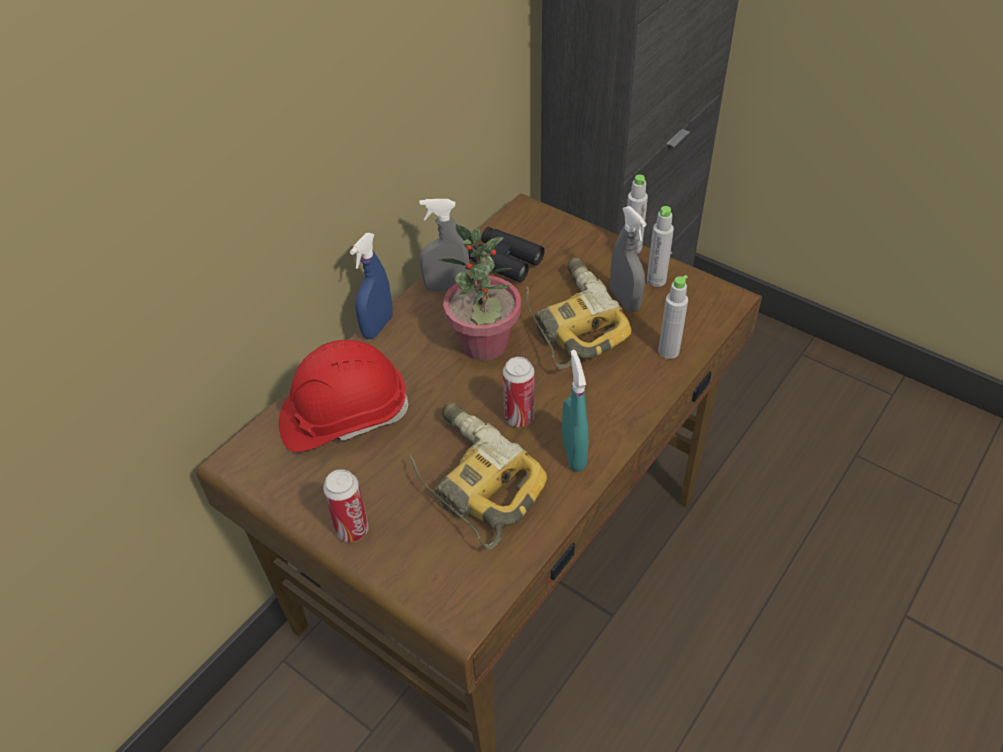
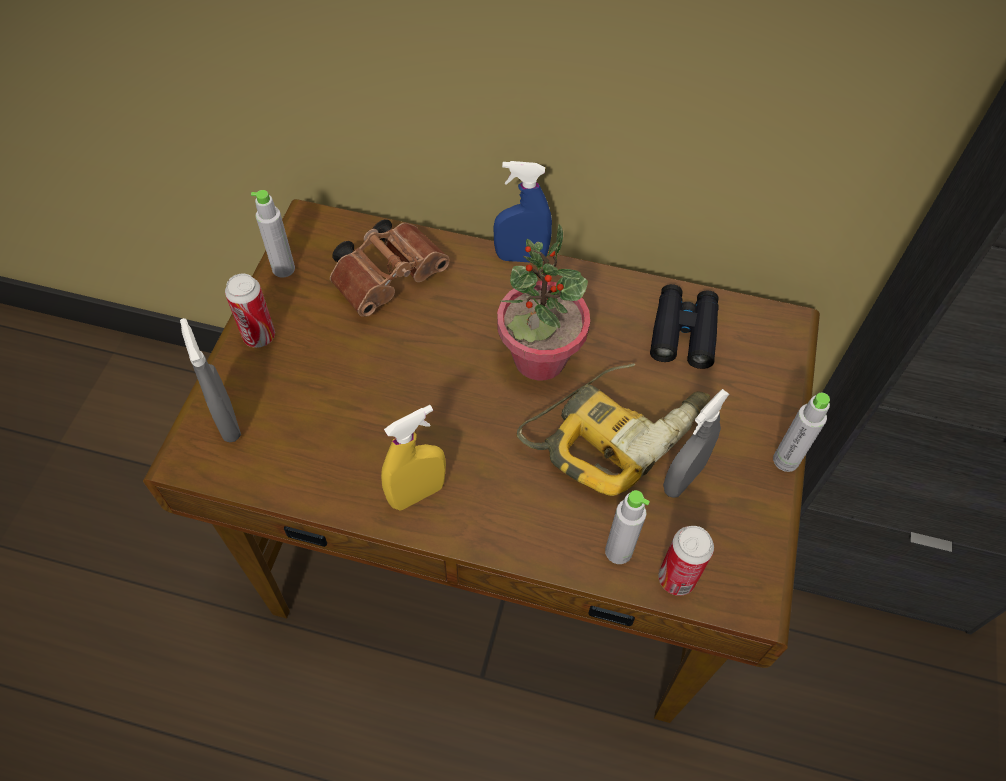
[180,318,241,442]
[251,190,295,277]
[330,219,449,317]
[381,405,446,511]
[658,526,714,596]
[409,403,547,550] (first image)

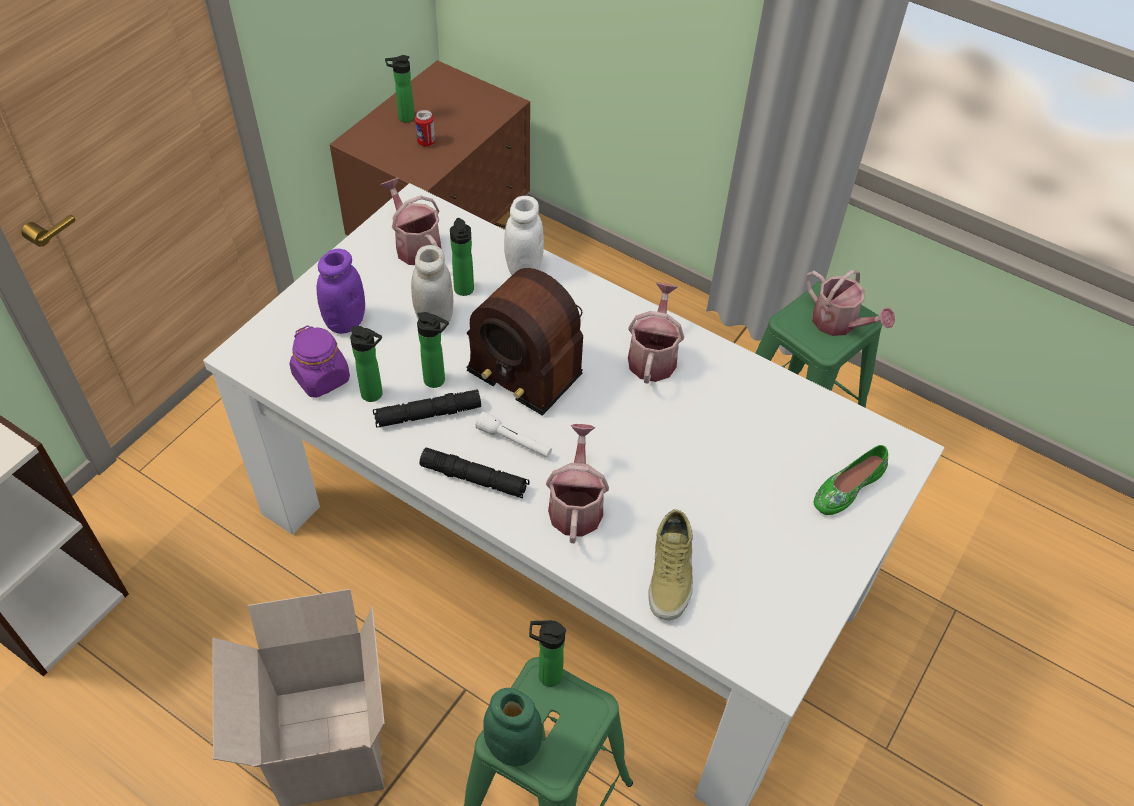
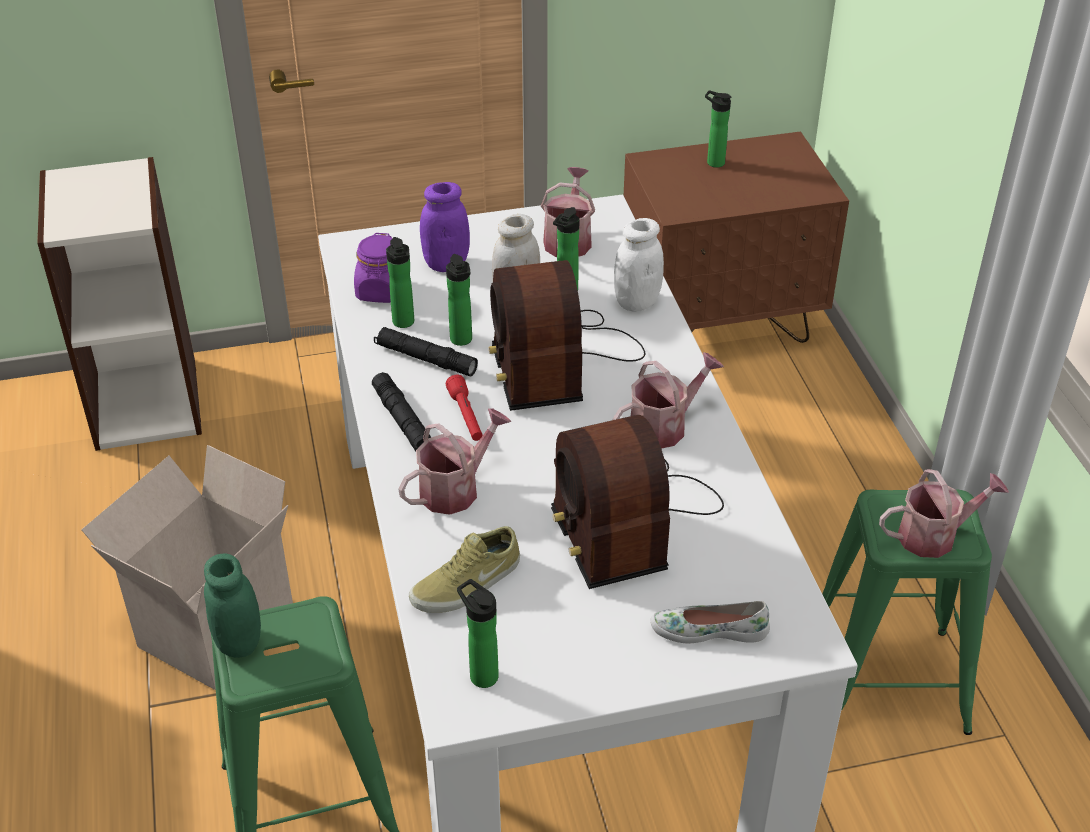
[446,375,483,441]
[457,579,499,688]
[551,415,724,589]
[650,601,770,644]
[879,469,1009,558]
[415,110,435,146] (first image)

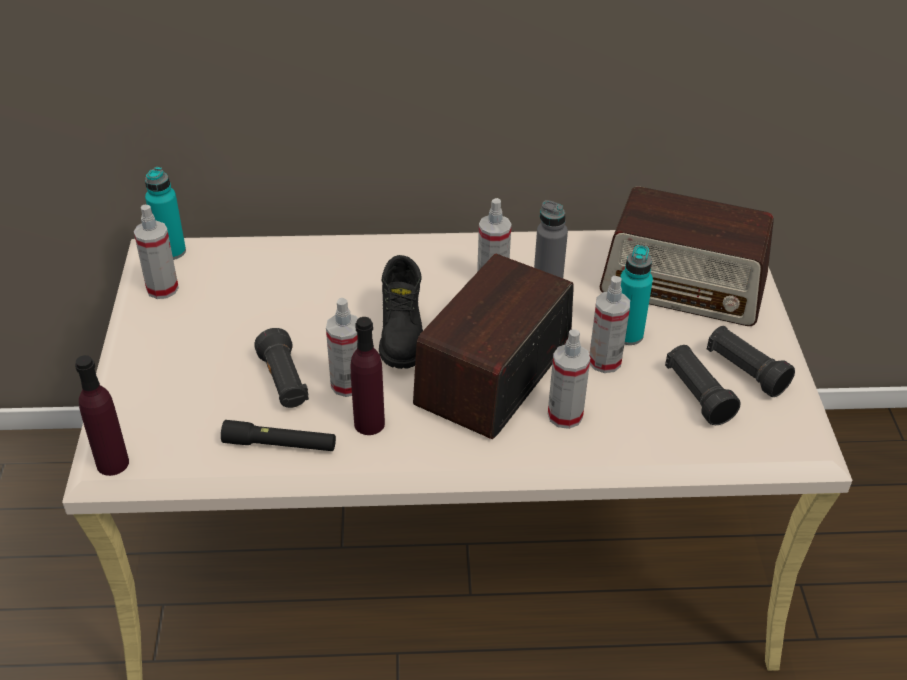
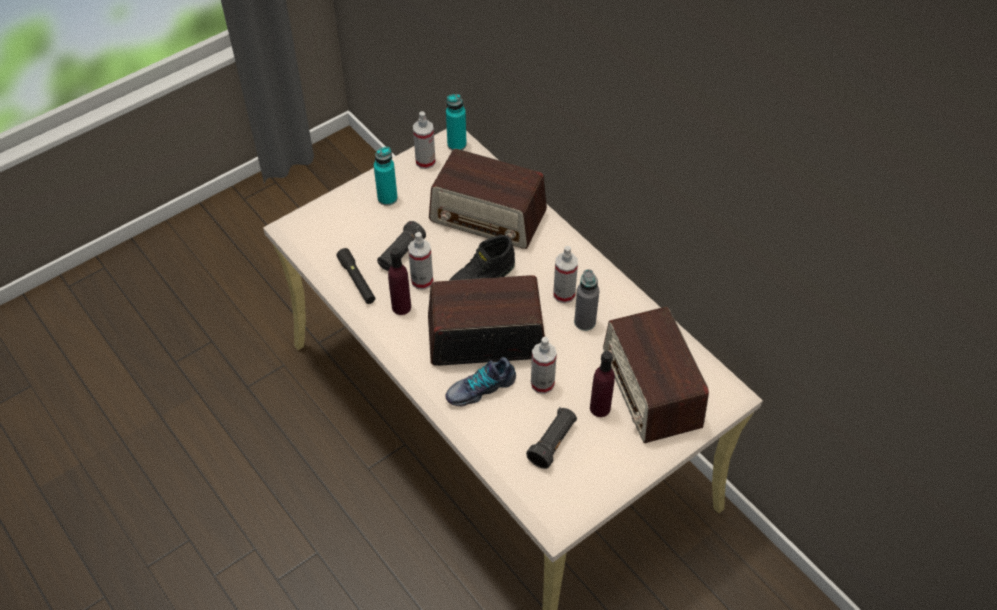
[374,147,398,206]
[429,149,547,249]
[446,357,516,406]
[590,351,615,417]
[707,326,795,397] (first image)

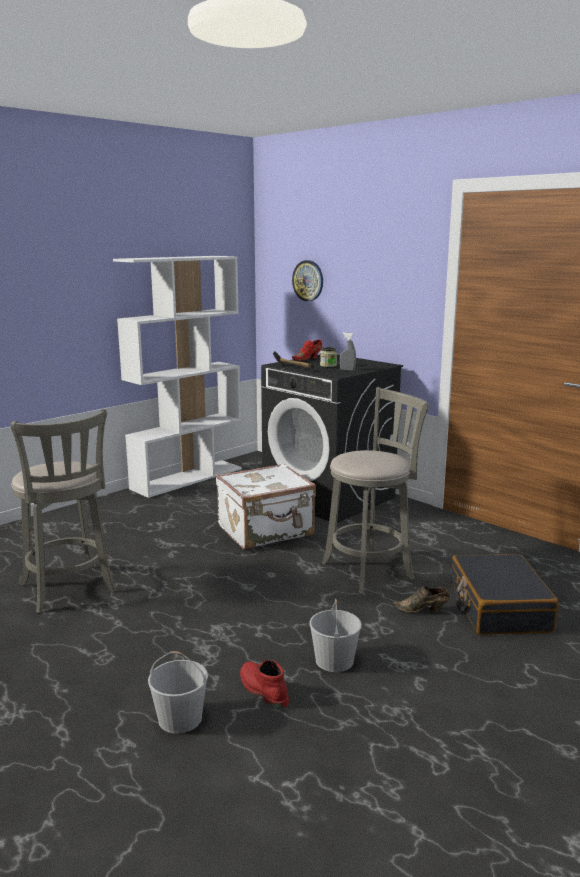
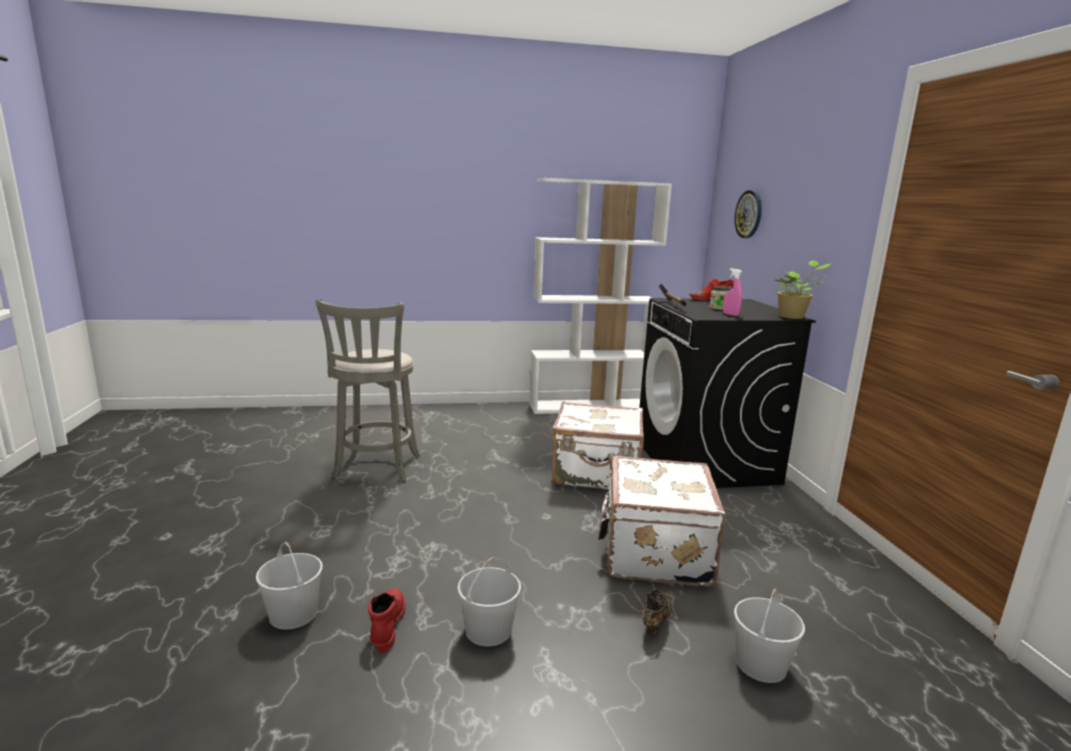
[598,456,726,587]
[642,589,673,635]
[723,268,742,316]
[734,588,805,683]
[775,260,831,319]

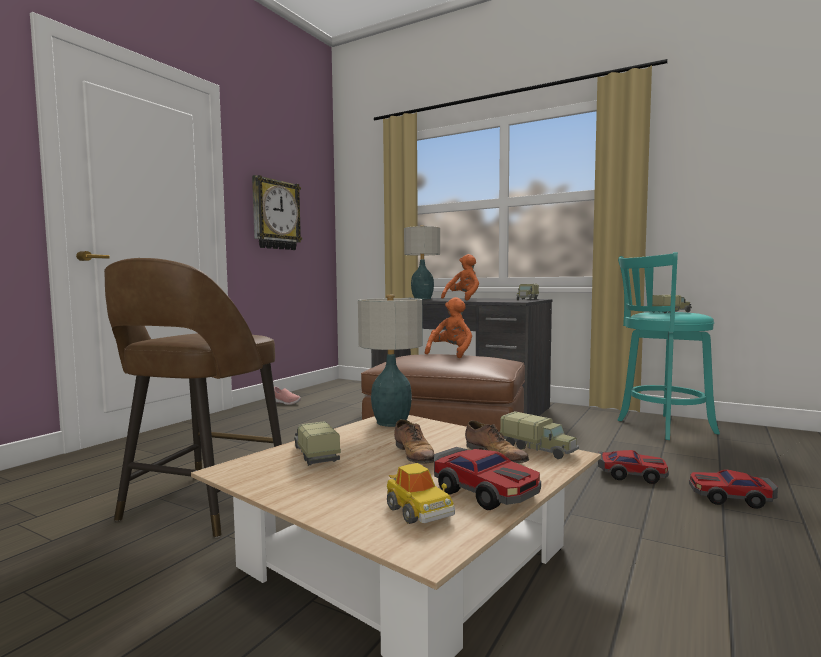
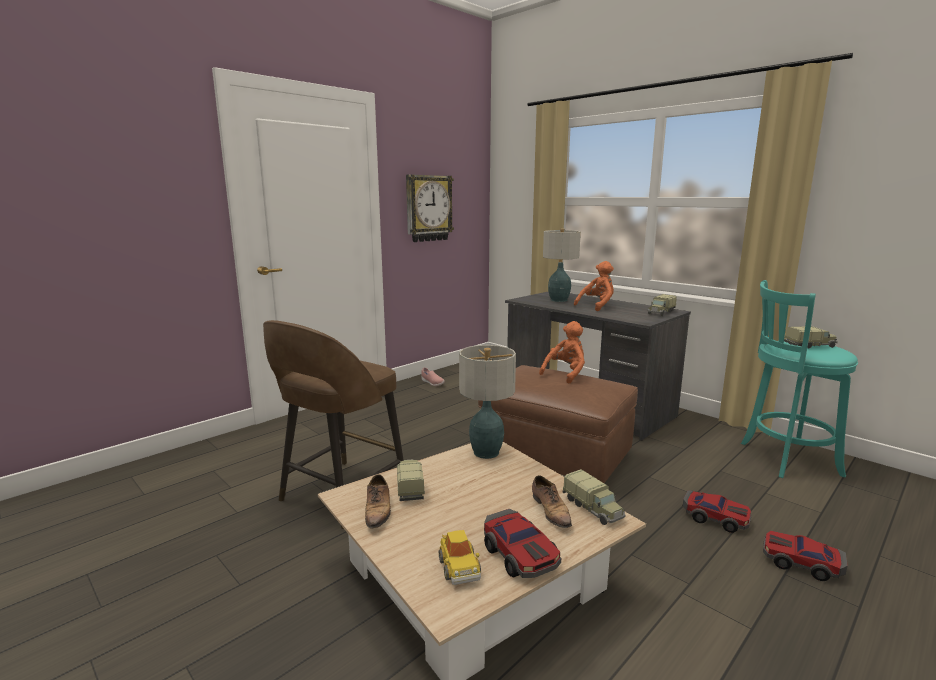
[365,474,391,528]

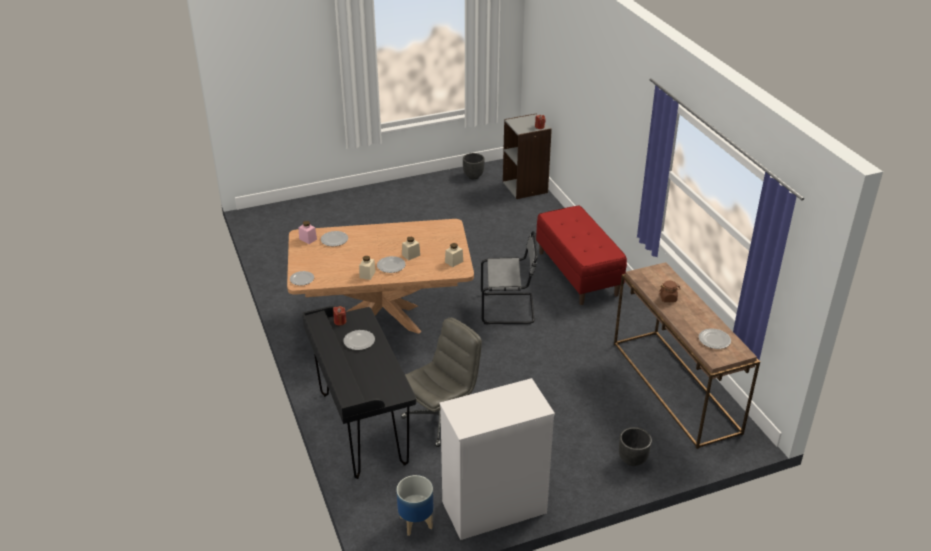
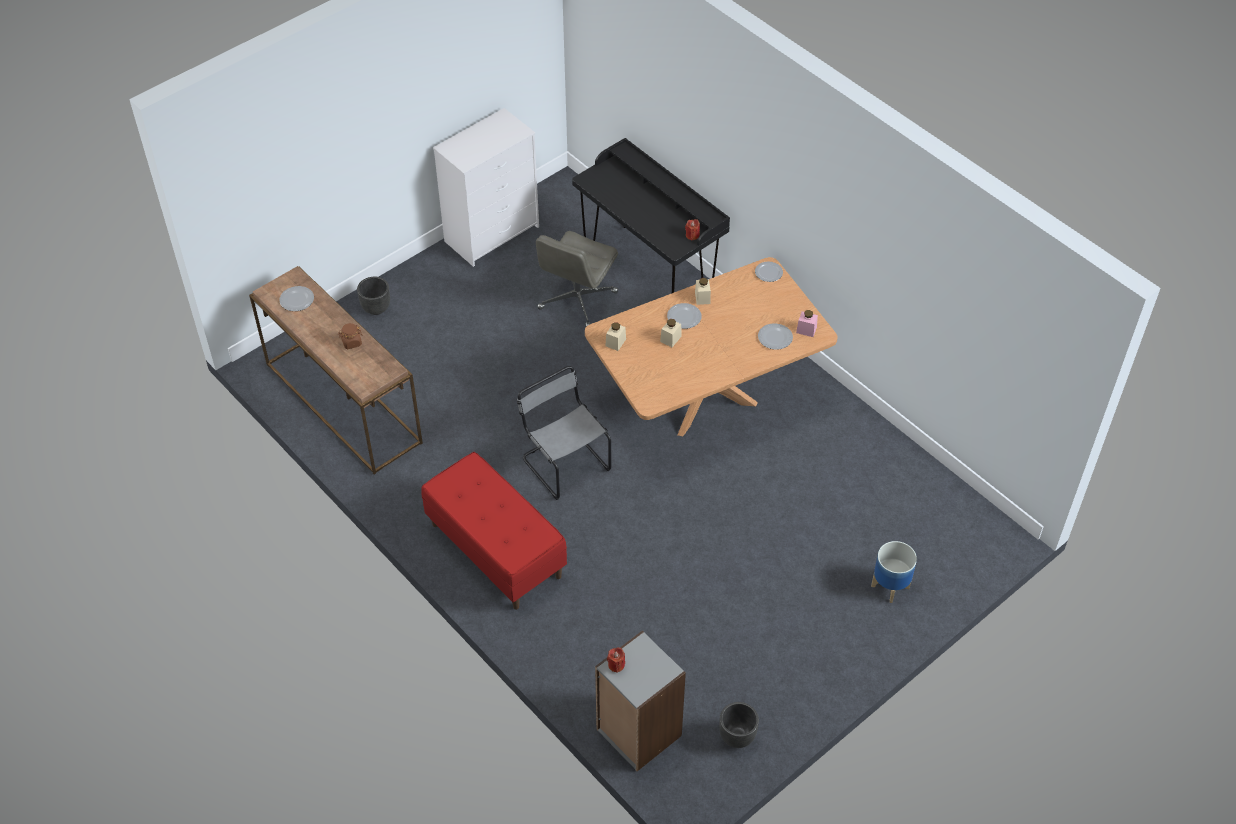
[517,366,611,500]
[871,541,917,603]
[343,330,375,350] (first image)

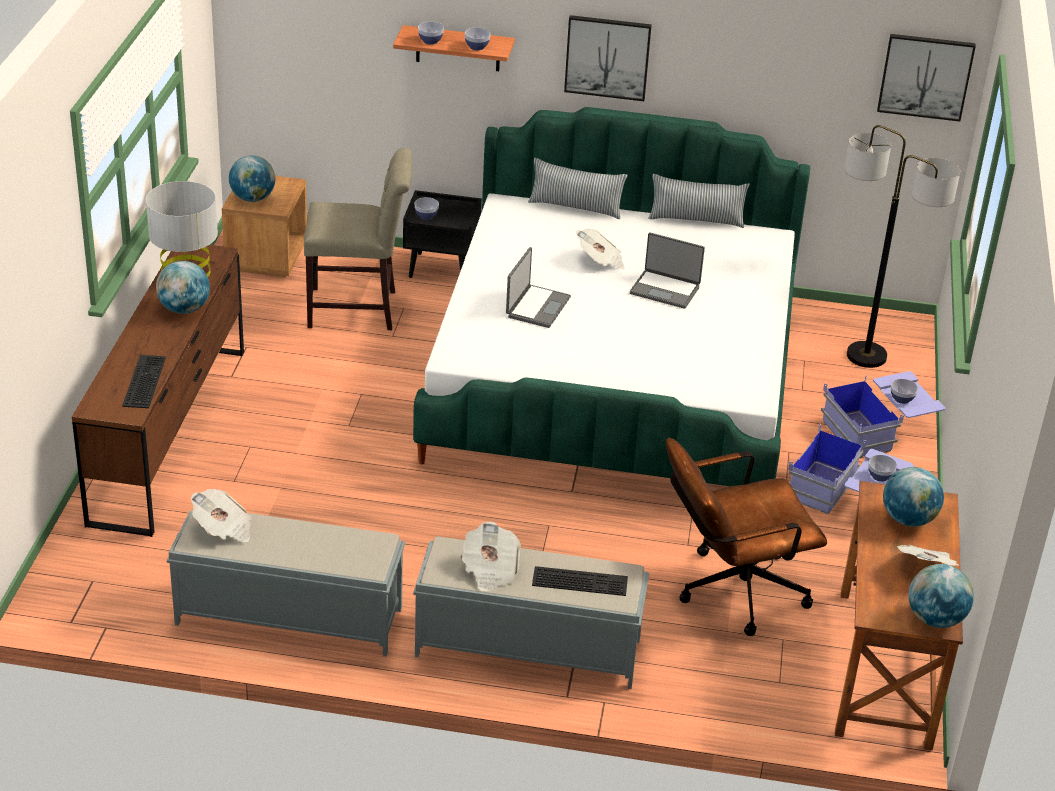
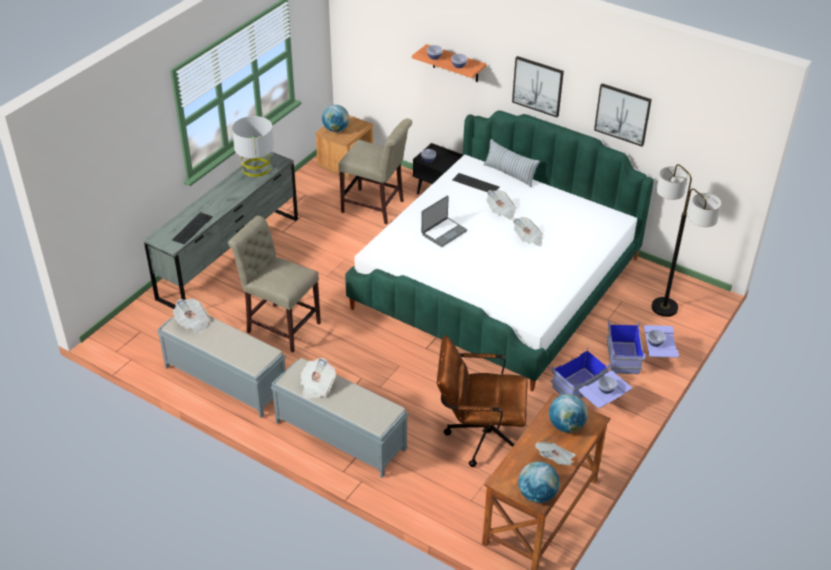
[144,152,298,309]
[228,215,321,352]
[452,173,499,192]
[513,217,543,247]
[594,83,652,147]
[156,261,210,314] (first image)
[648,174,750,228] (first image)

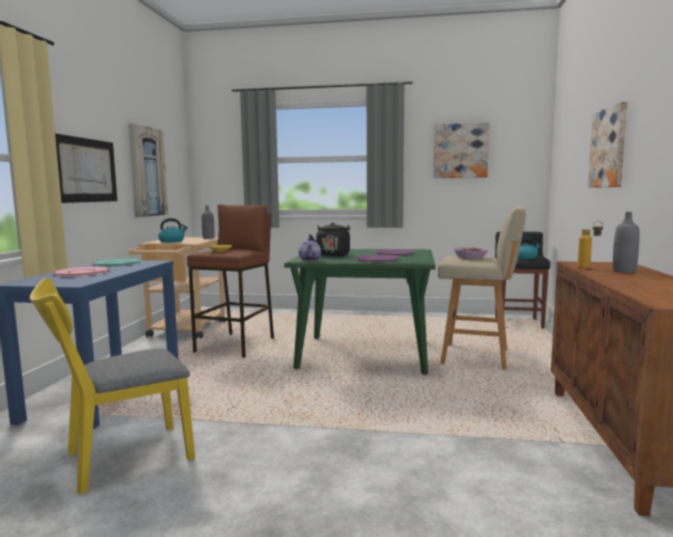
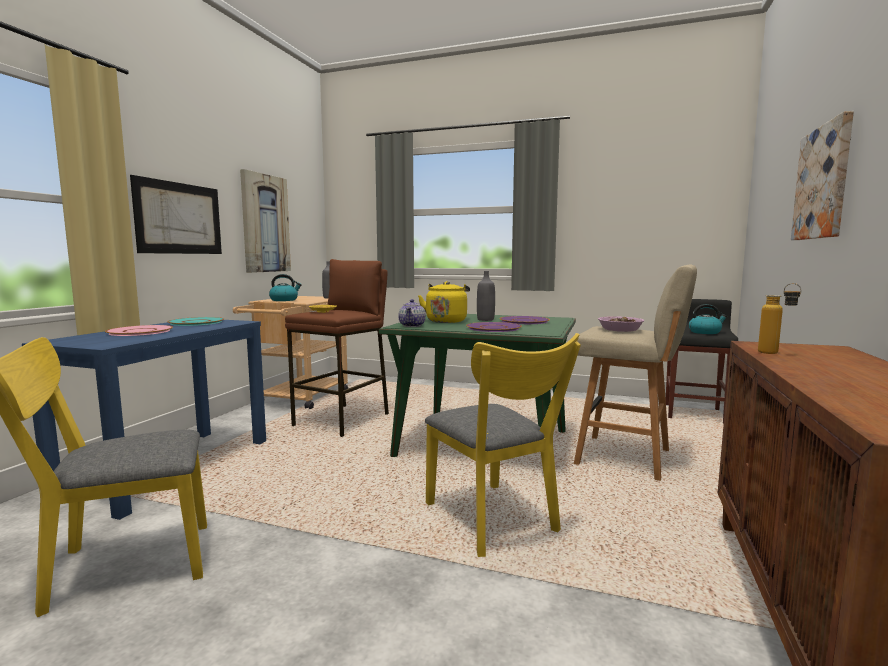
[418,281,470,323]
[425,333,581,557]
[477,271,495,321]
[433,123,489,178] (first image)

